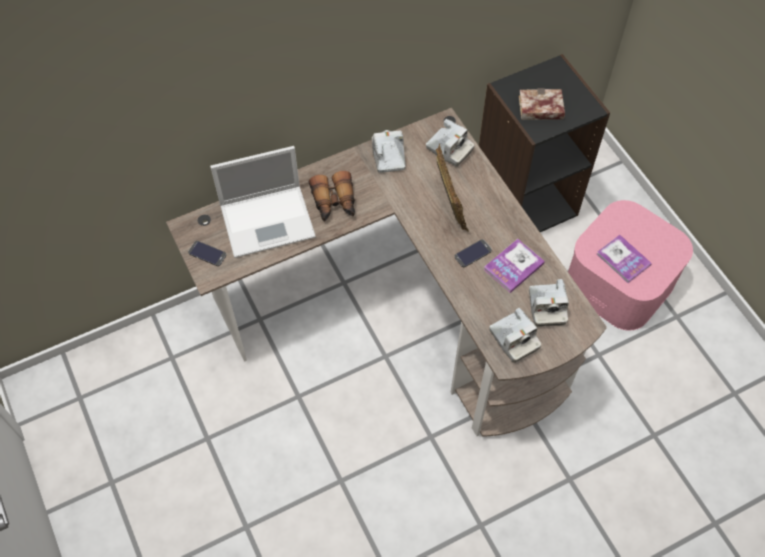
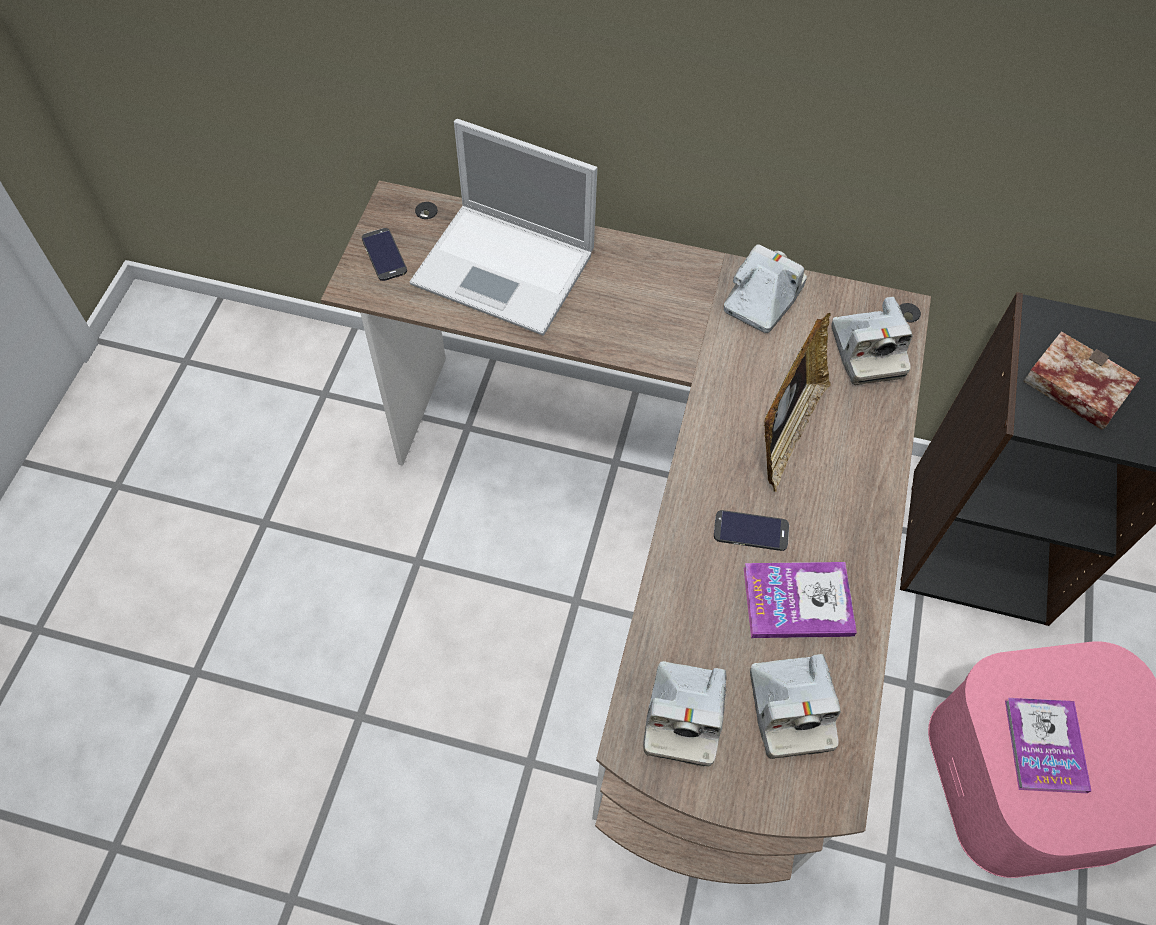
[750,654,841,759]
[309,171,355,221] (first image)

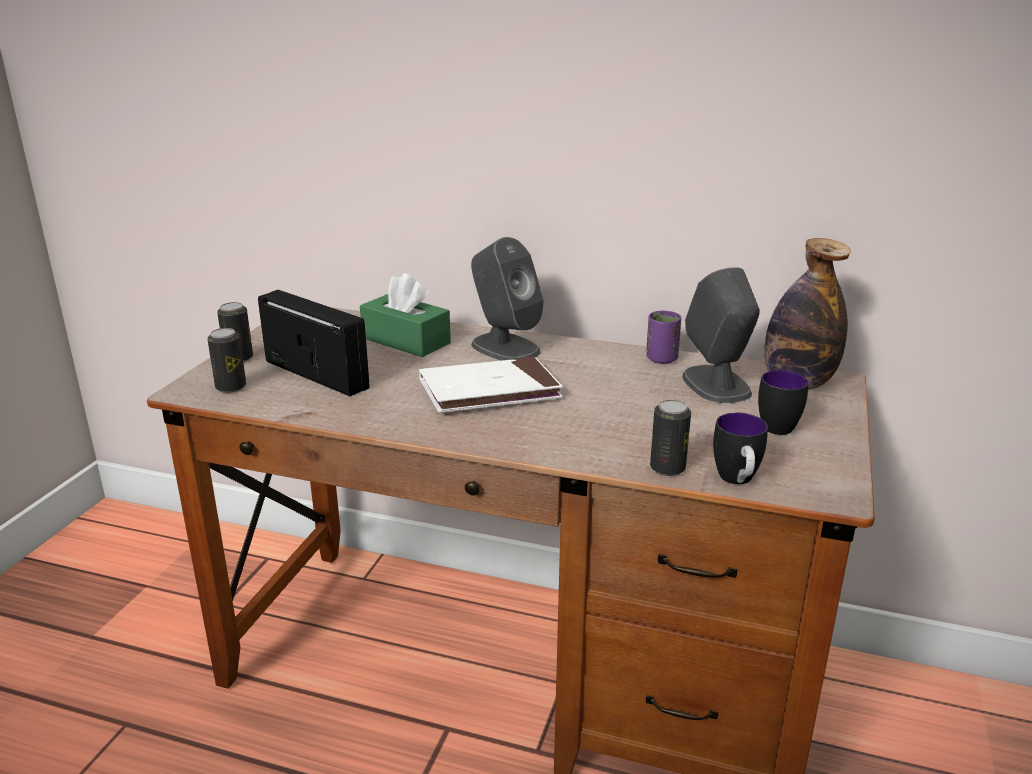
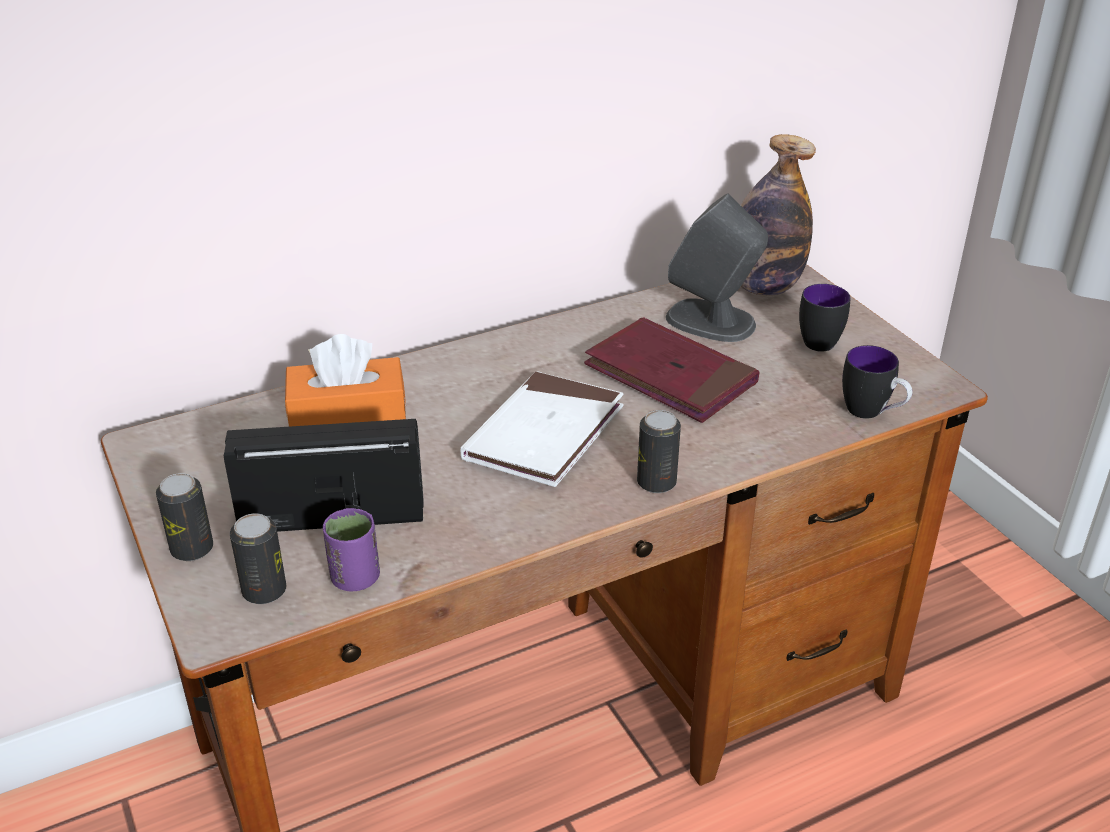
[285,334,406,427]
[323,508,380,591]
[584,317,760,423]
[637,410,681,493]
[471,237,544,361] (first image)

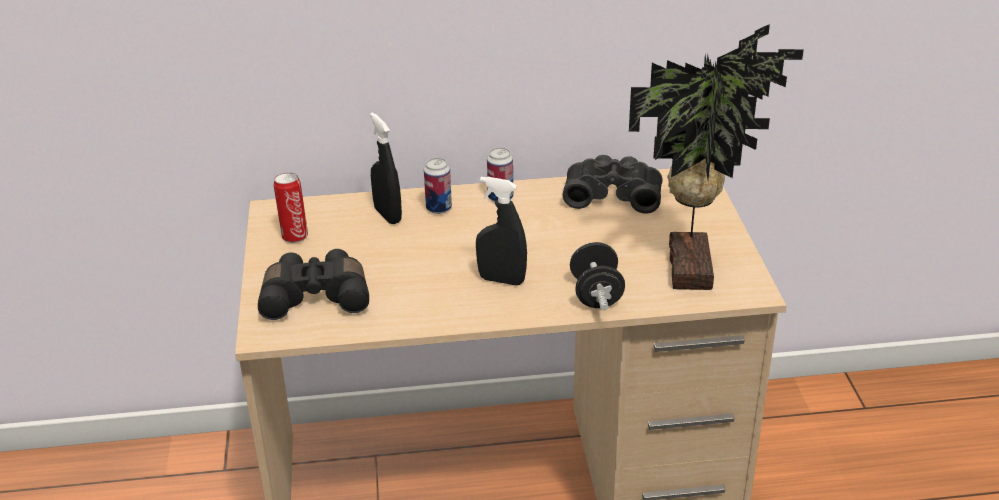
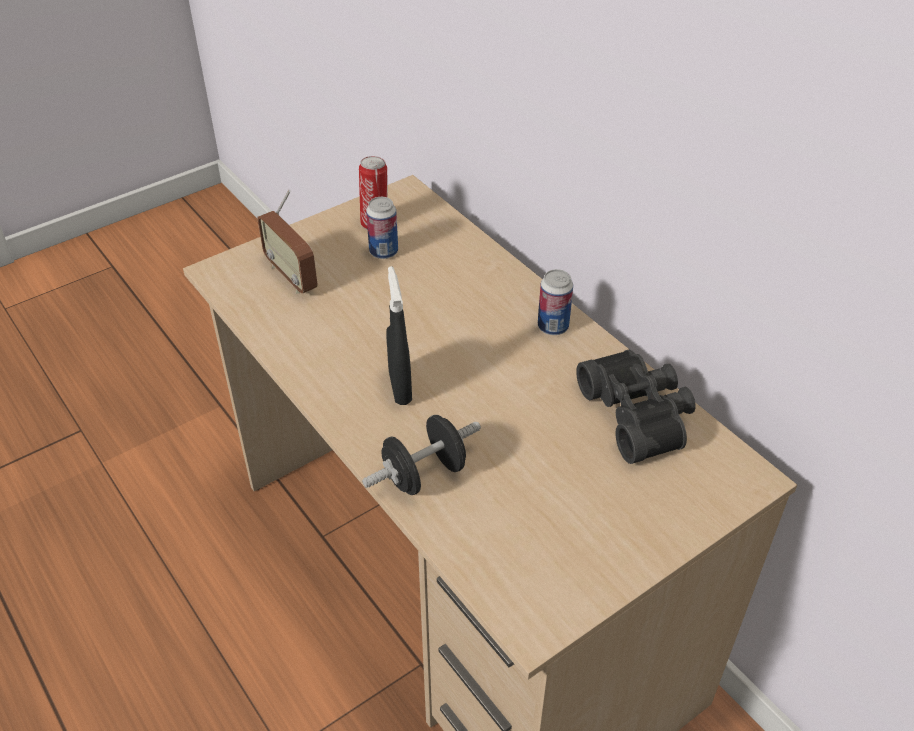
[257,190,318,294]
[366,197,398,259]
[370,112,402,224] (first image)
[629,24,804,290] (first image)

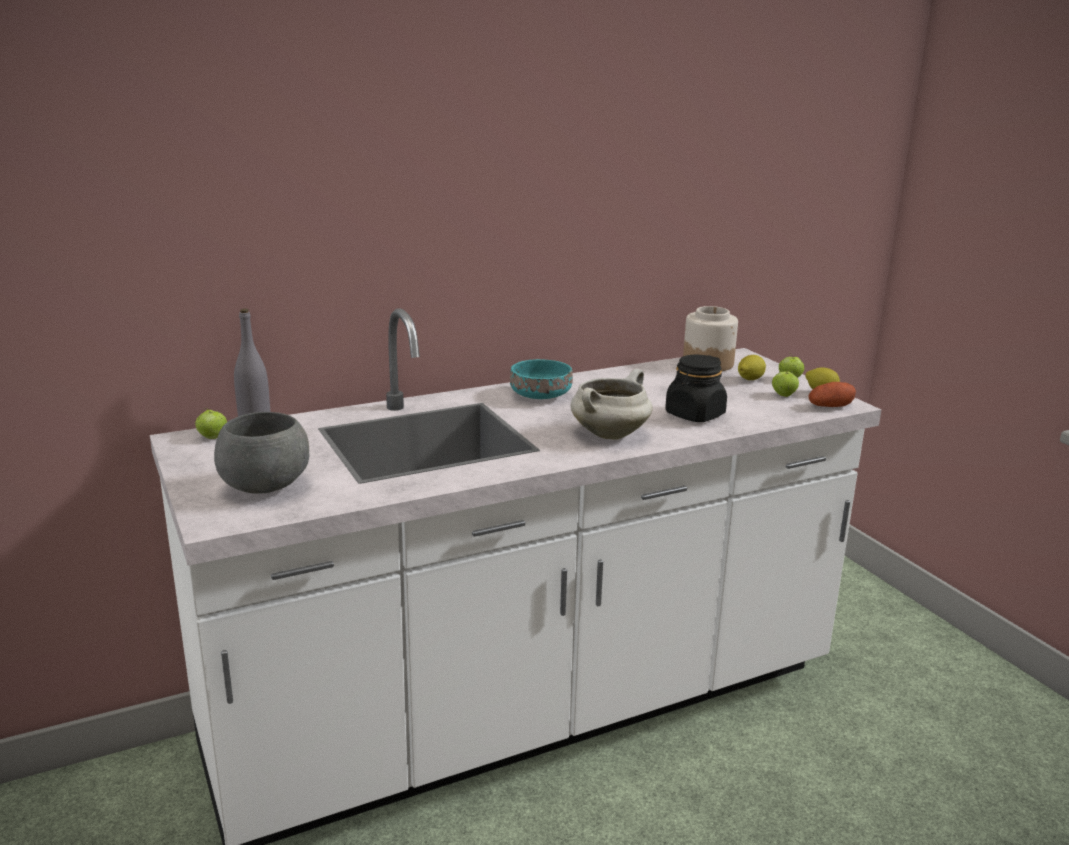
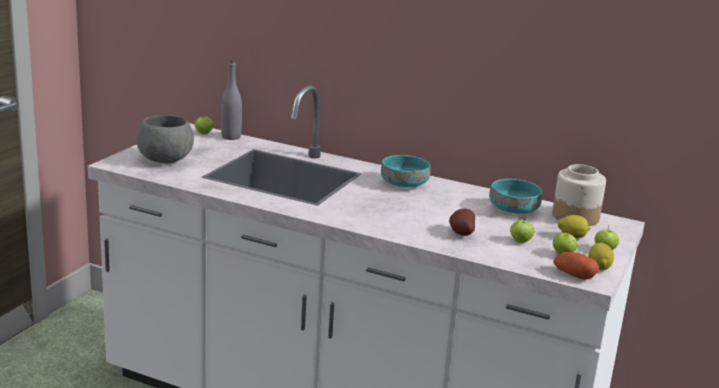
[449,209,475,236]
[489,179,542,214]
[510,218,534,243]
[570,369,653,440] (first image)

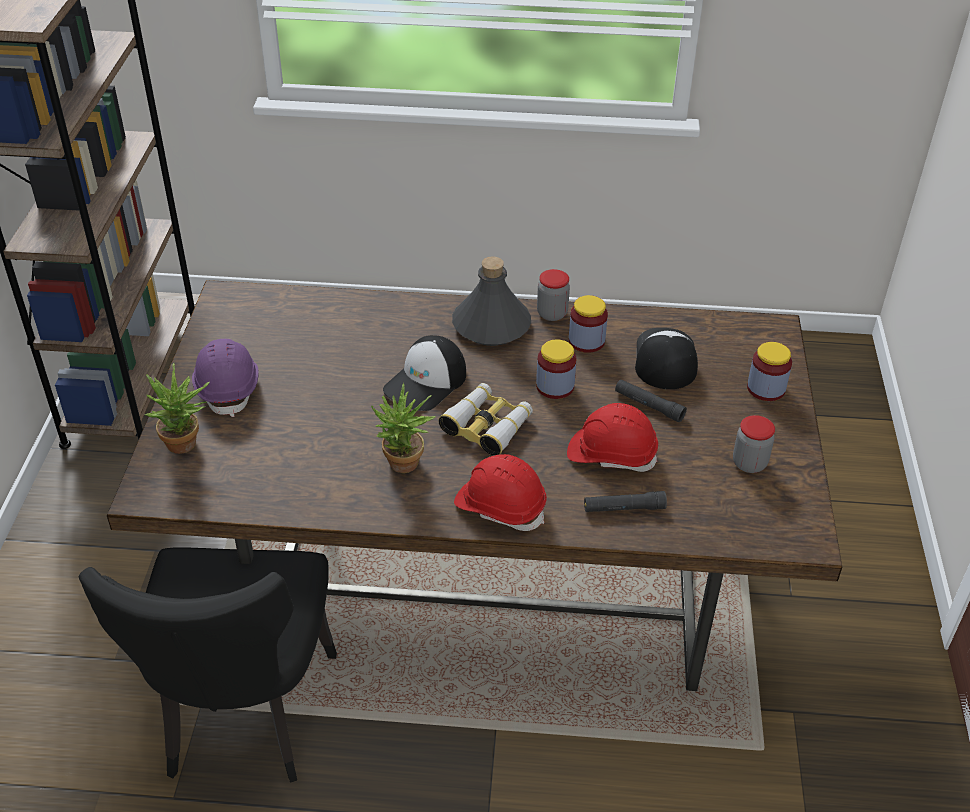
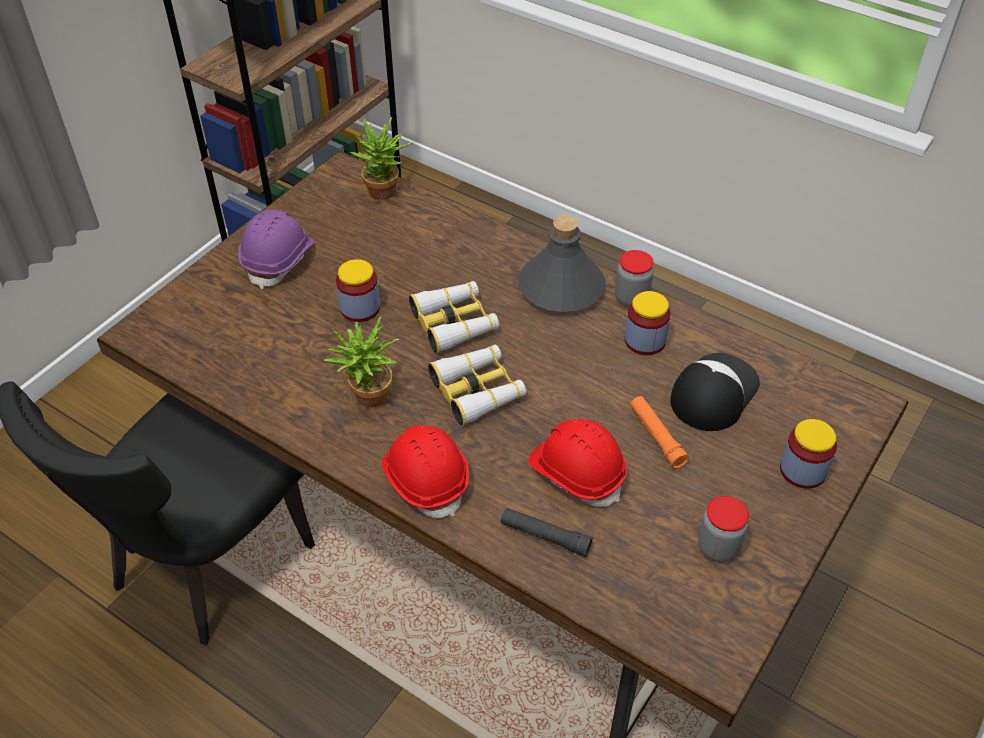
[336,259,380,322]
[350,117,413,200]
[409,281,499,353]
[630,396,689,468]

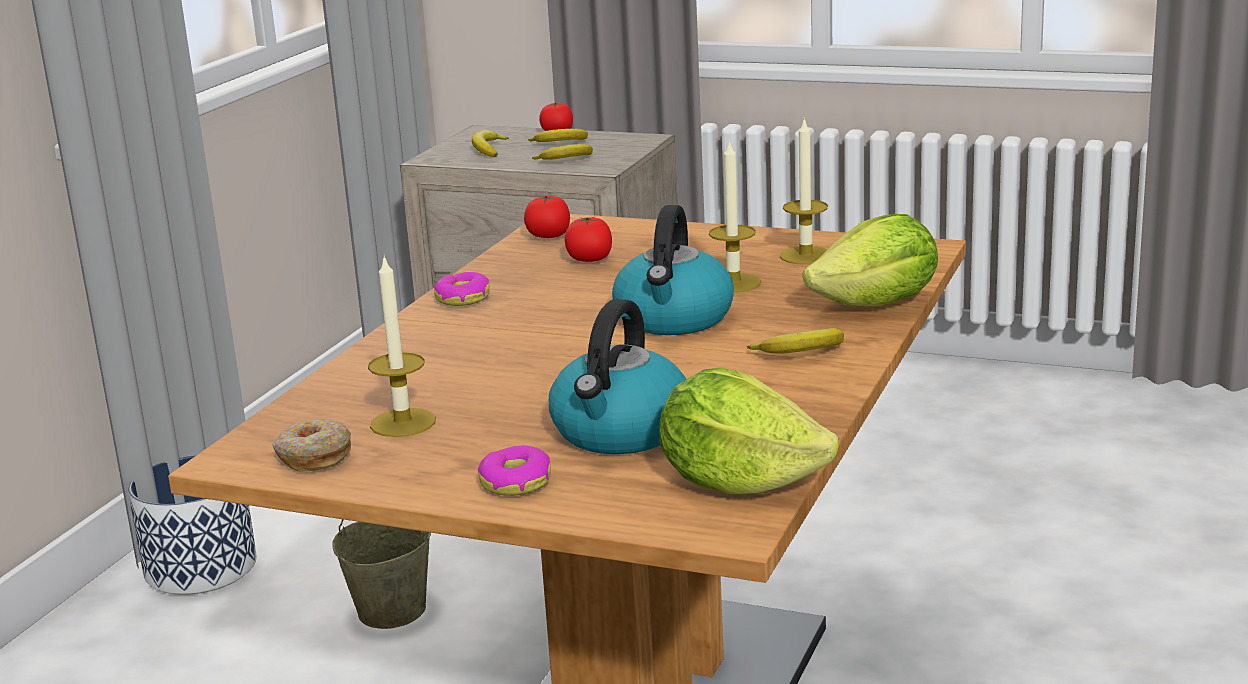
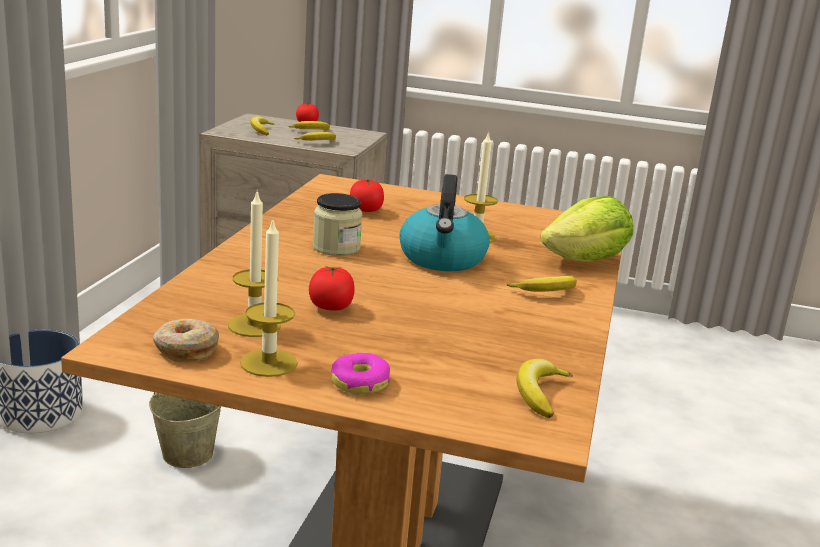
[240,217,298,377]
[309,266,355,311]
[312,193,363,256]
[516,359,573,418]
[434,272,490,306] (first image)
[549,299,686,454] (first image)

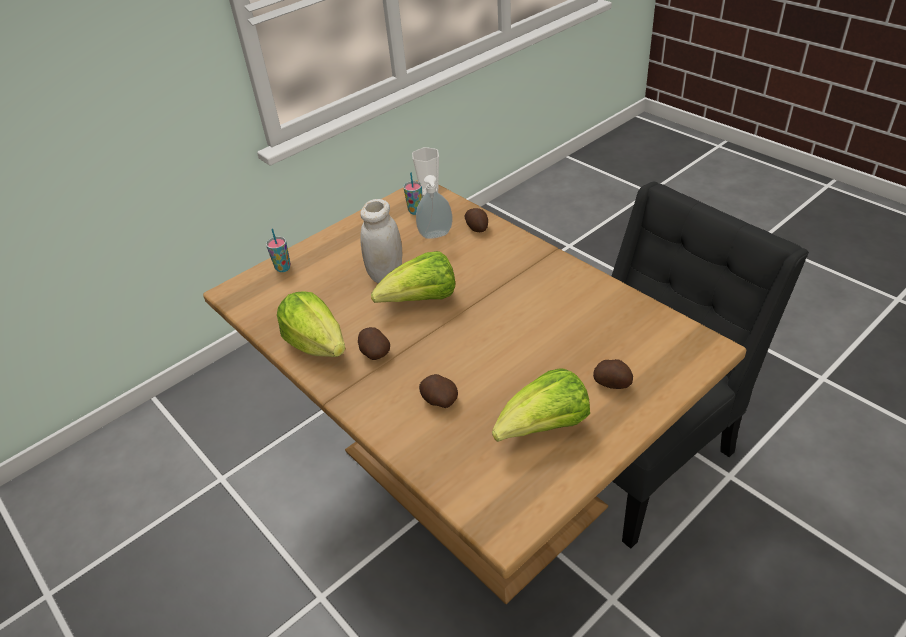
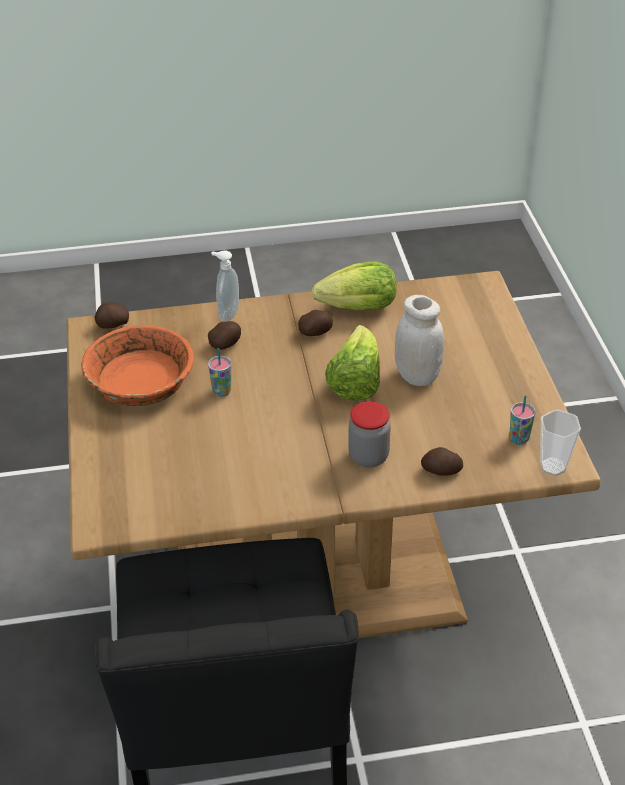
[82,325,194,406]
[95,302,129,329]
[208,348,231,397]
[211,251,239,322]
[348,401,391,467]

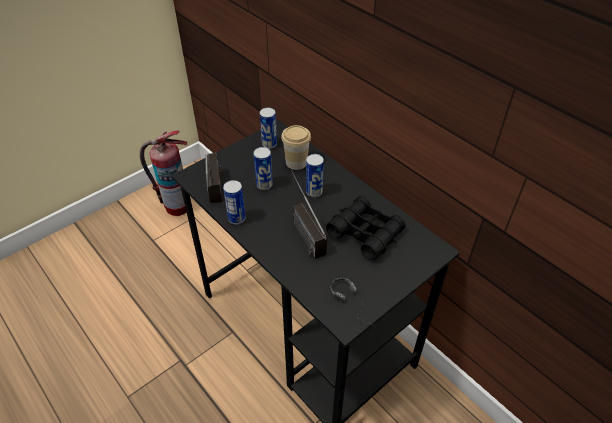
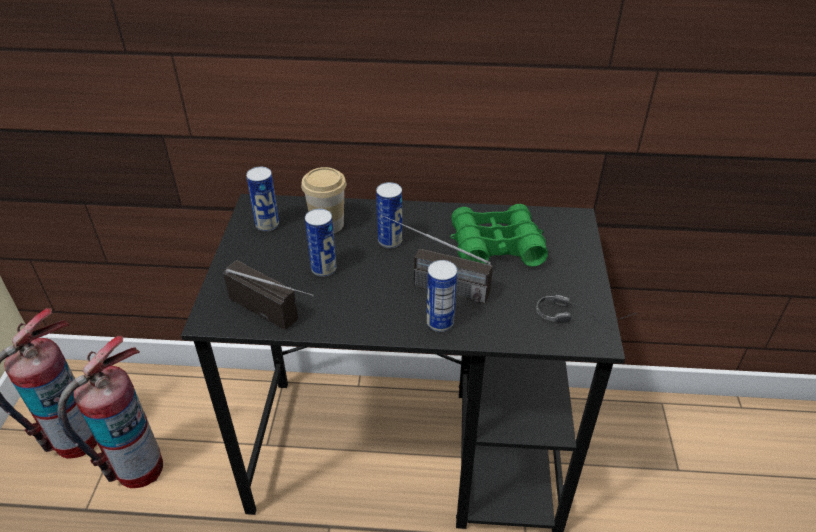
[57,336,163,488]
[426,260,457,332]
[450,204,548,266]

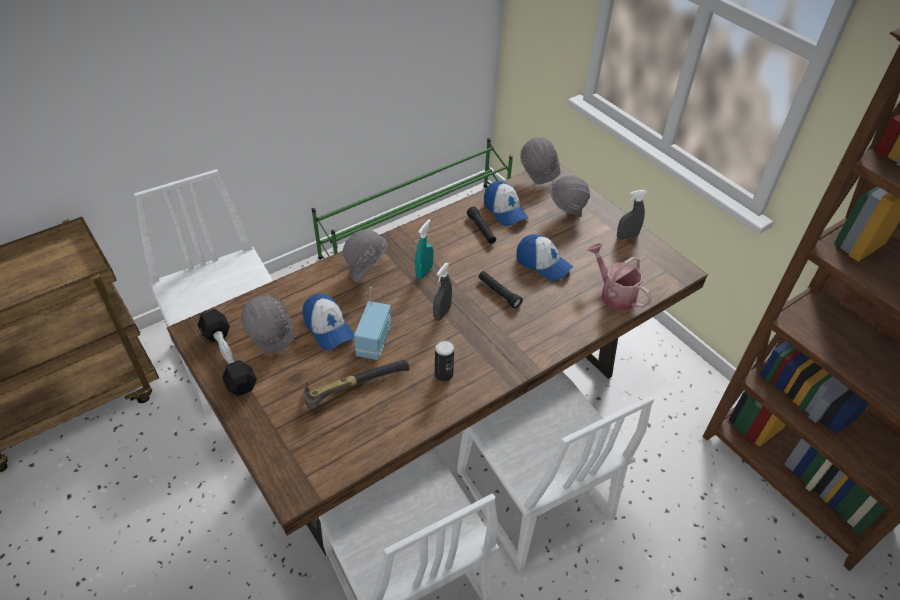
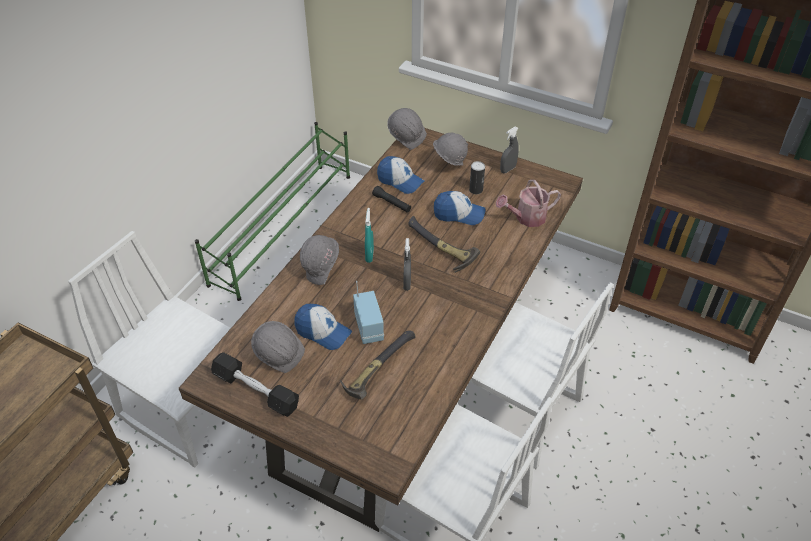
[408,216,480,273]
[469,161,485,194]
[496,180,561,227]

